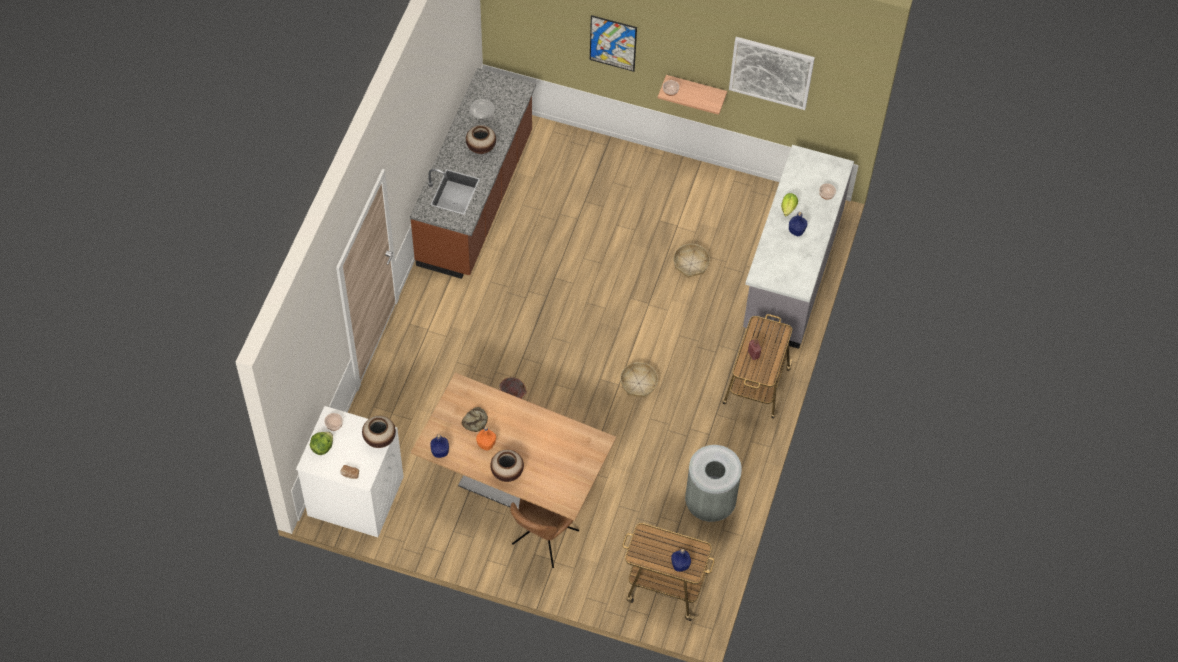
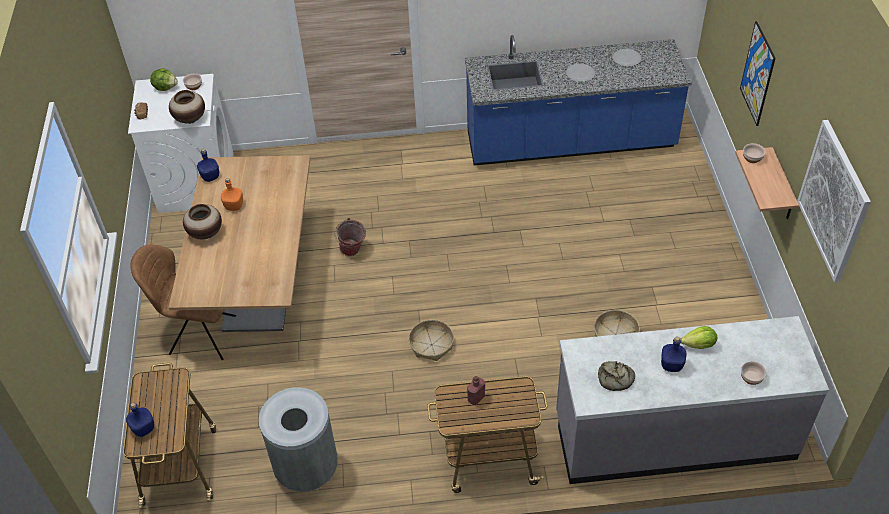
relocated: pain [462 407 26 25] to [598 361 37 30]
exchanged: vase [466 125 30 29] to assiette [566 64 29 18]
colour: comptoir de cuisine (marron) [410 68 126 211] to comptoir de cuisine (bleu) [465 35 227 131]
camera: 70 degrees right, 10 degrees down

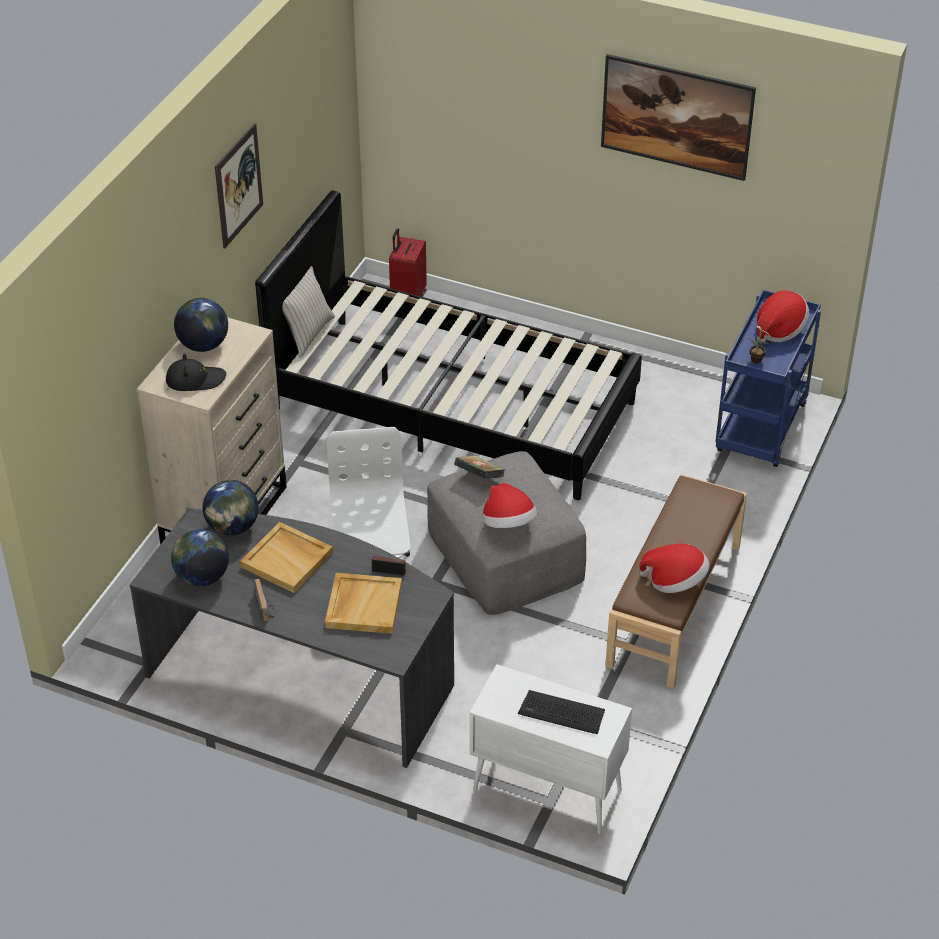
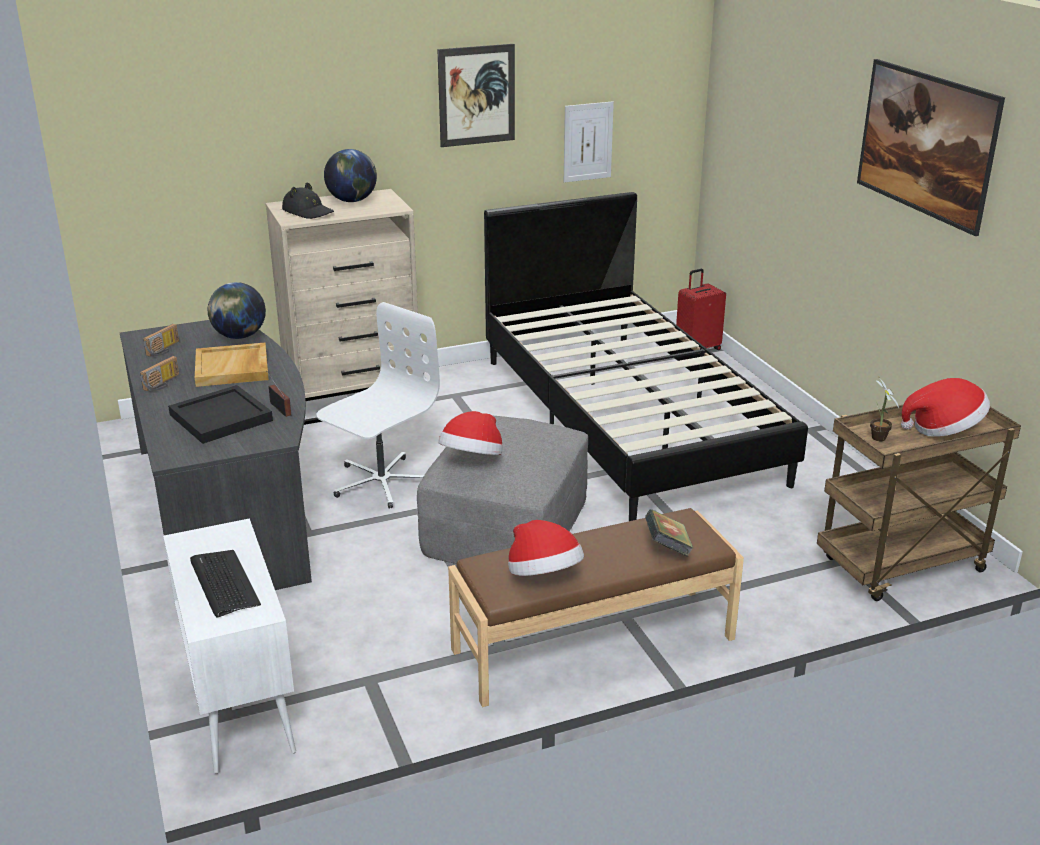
missing: coussin (beige) [282 266 53 92]
appeared: tableau [564 101 50 82]
relocated: livre [454 456 51 23] to [645 509 49 48]
exchanged: globe [171 529 58 57] to radio [143 324 36 33]
colour: plateau (beige) [325 573 77 61] to plateau (noir) [168 385 105 59]; chariot (bleu) [715 290 106 177] to chariot (marron) [817 404 204 197]
camera: 45 degrees right, 15 degrees down

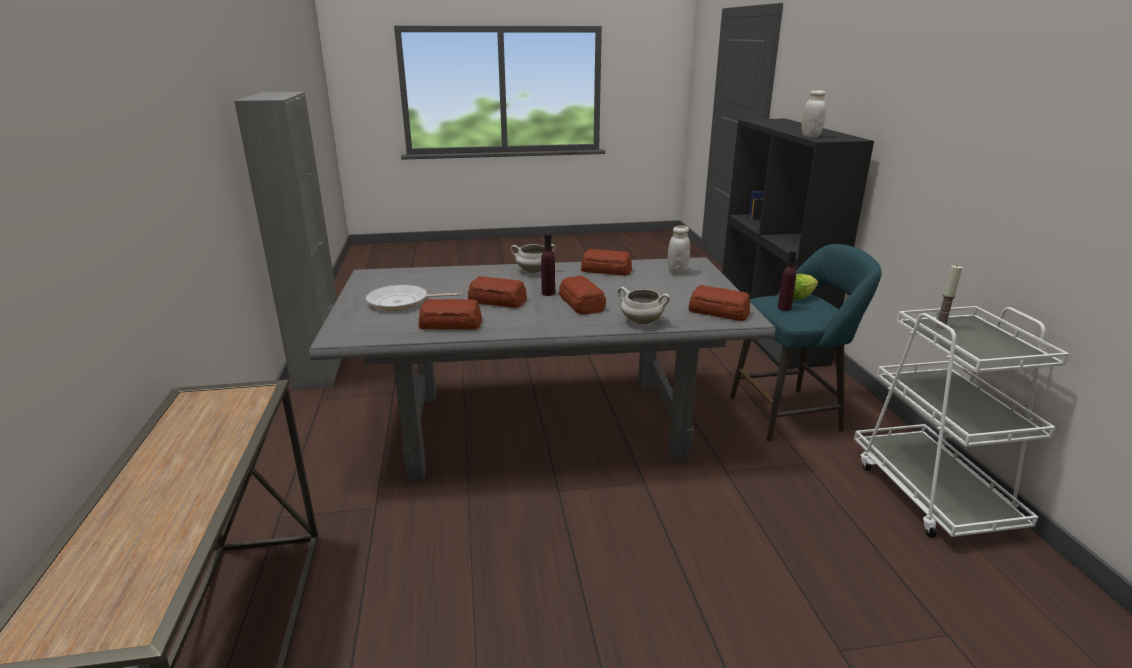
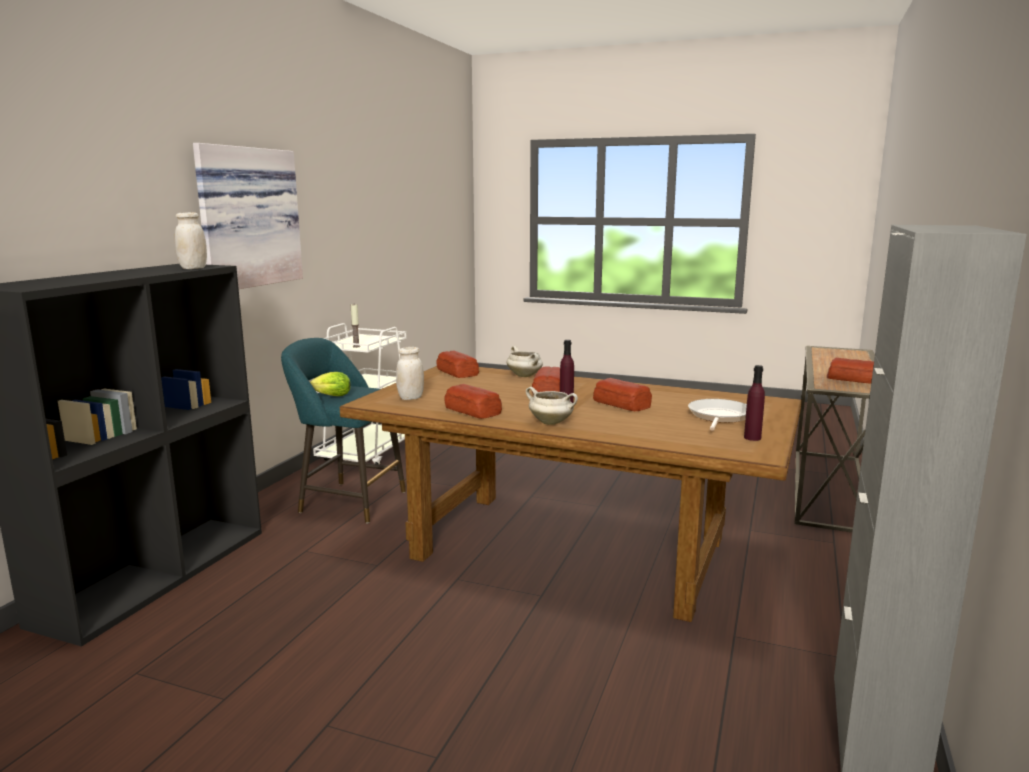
appeared: tableau [193 143 110 146]
relocated: bouteille (violet) [778 251 18 60] to [744 365 21 76]; pain [419 299 63 31] to [827 358 47 26]
colour: table à manger (gris) [309 257 466 224] to table à manger (marron) [340 366 462 256]
spun: poêle [366 285 95 26] = [688 399 59 32] 90 degrees counterclockwise
camera: 150 degrees left, 10 degrees down

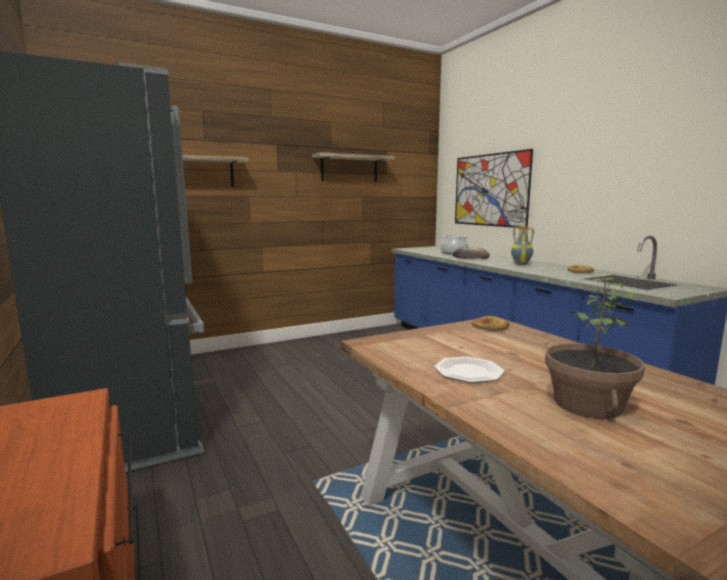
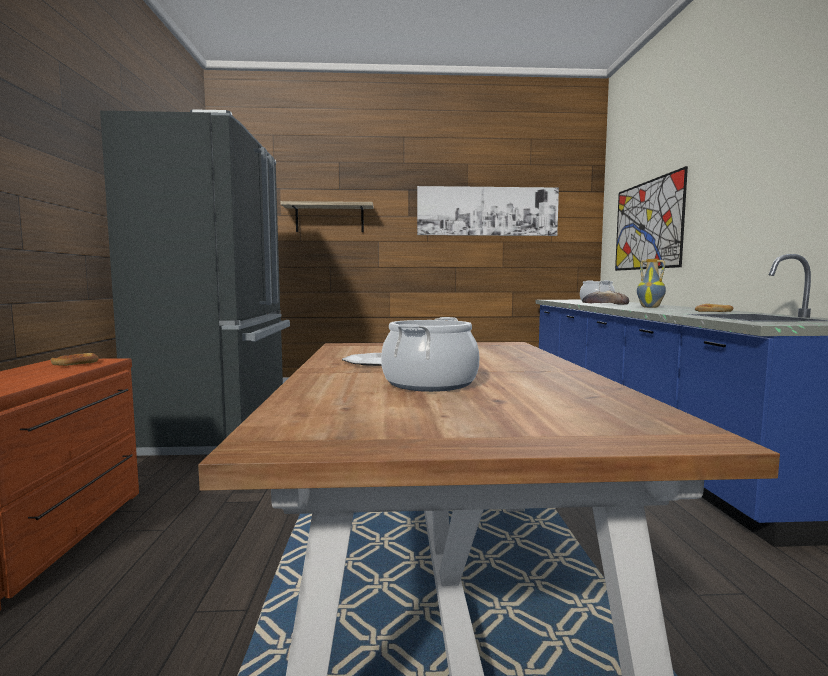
relocated: pain [471 316 39 15] to [51 353 48 13]
exchanged: plante en pot [545 277 100 142] to marmite [381 317 98 75]; étagère [312 152 83 30] to tableau [417 186 142 50]
camera: 25 degrees right, 5 degrees down

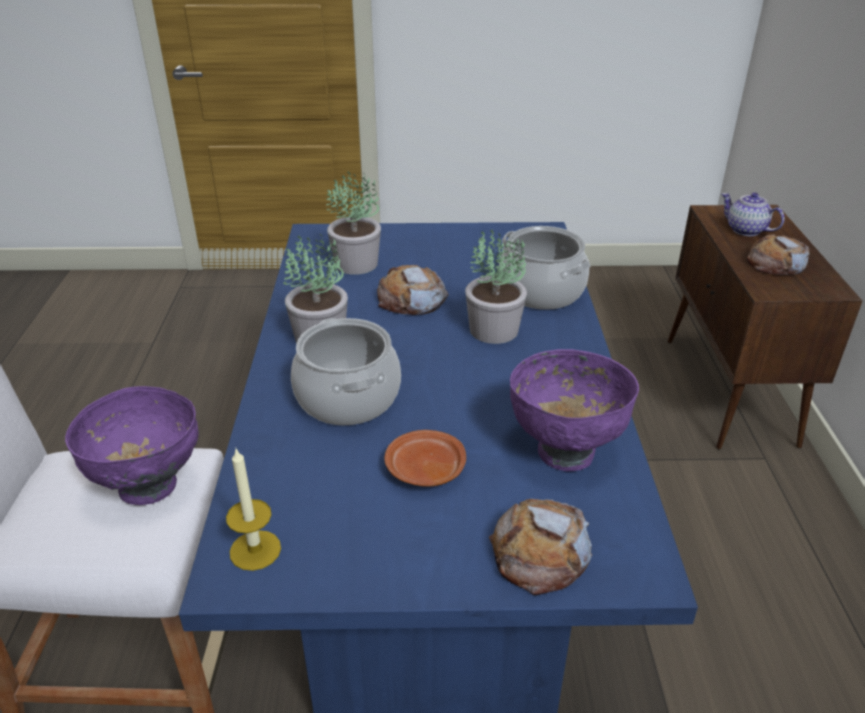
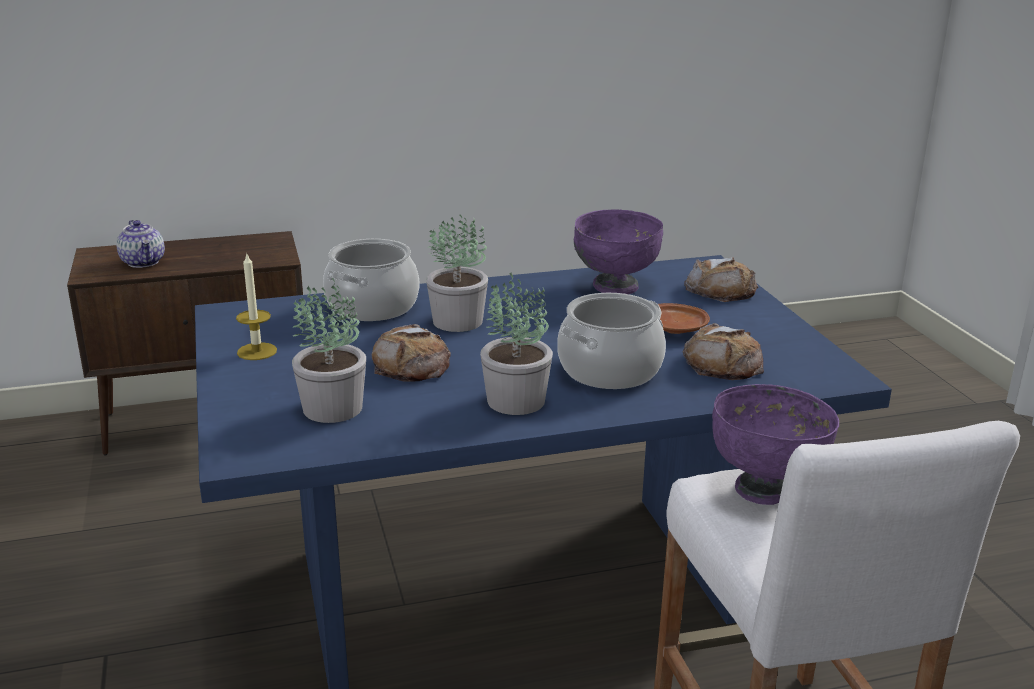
relocated: bougie [226 447 55 124] to [236 252 41 108]; pain [747 235 63 40] to [683 323 81 57]
spun: théière [721 192 64 44] = [116 220 49 48] 60 degrees counterclockwise
camera: 105 degrees left, 10 degrees down

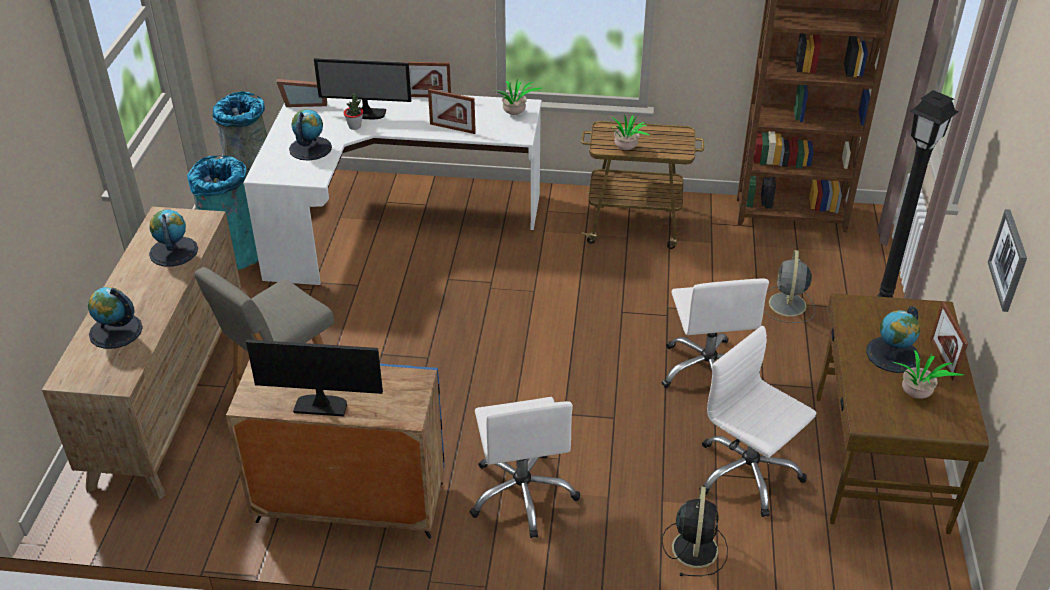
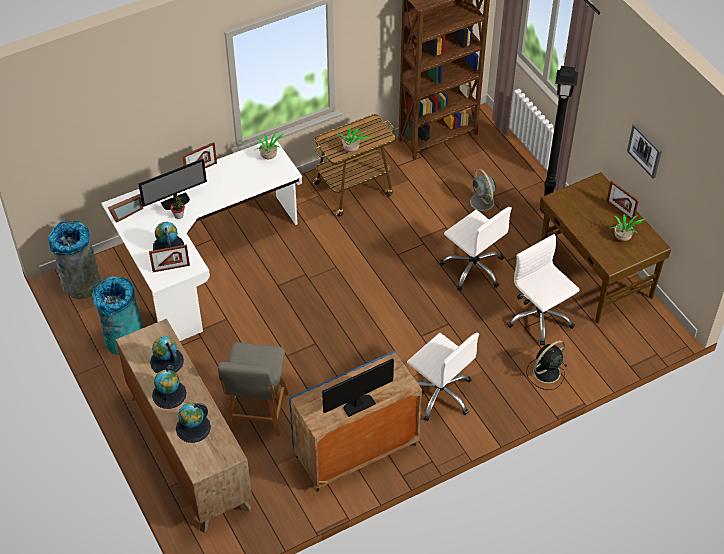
relocated: cadre photo [428 89 48 45] to [149 245 41 27]; globe [866 306 54 67] to [152 365 35 44]
spun: chaise de bureau (blanc) [699 326 117 191] = [507 234 73 111] 45 degrees clockwise; ventilateur (noir) [662 487 66 89] = [526 340 41 50] 105 degrees counterclockwise
camera: 35 degrees left, 10 degrees up

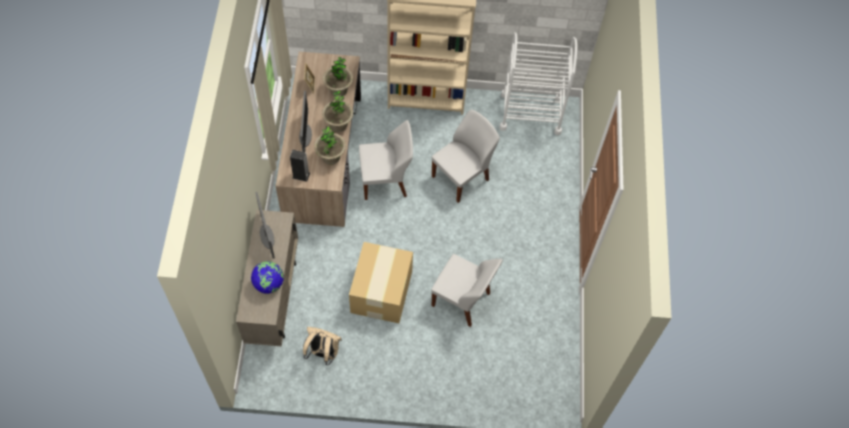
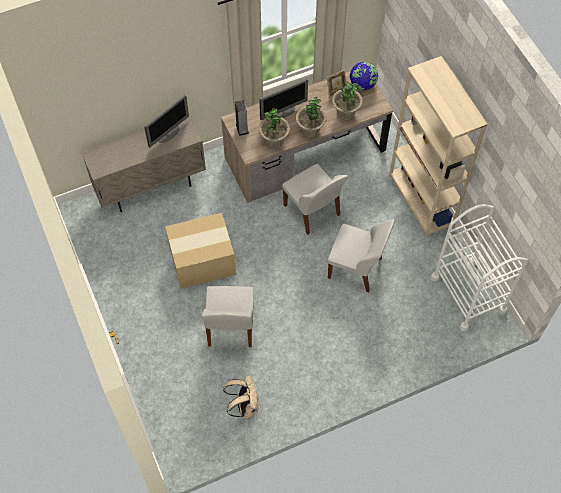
relocated: sac à dos (beige) [303 327 39 38] to [223 375 36 43]; globe [251 261 33 33] to [350 62 28 28]
camera: 65 degrees right, 0 degrees up

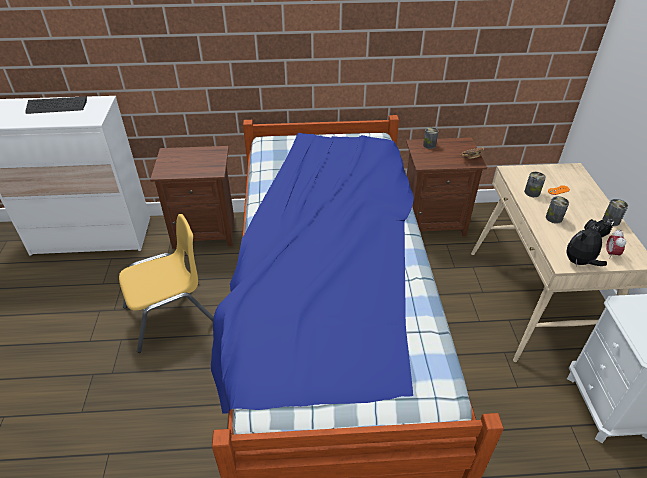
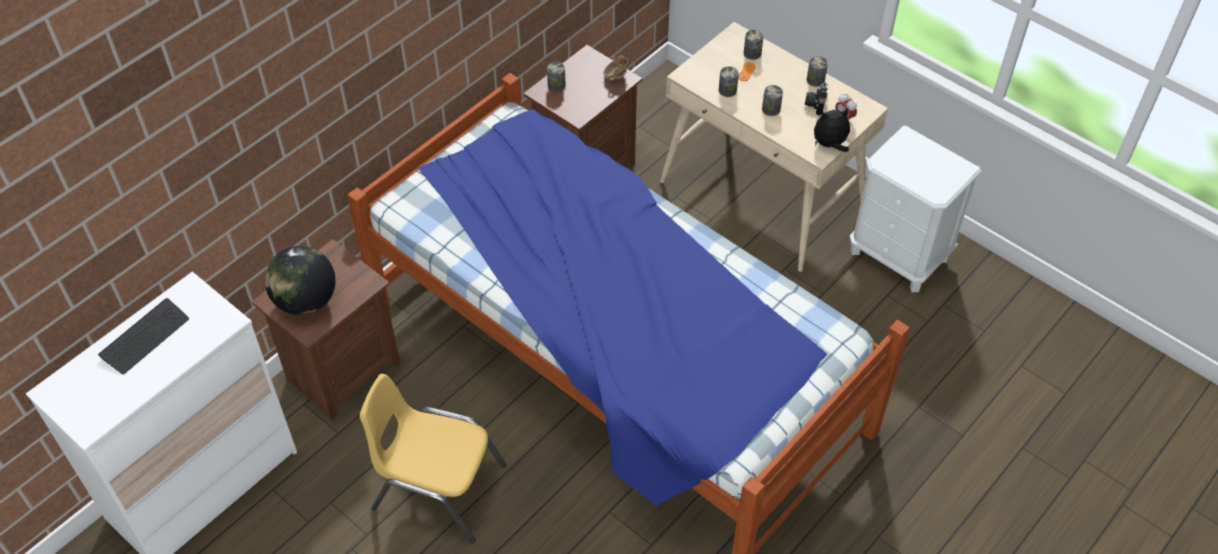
appeared: globe [265 246 71 69]; boîte métallique [744 29 20 31]
spun: chaise (jaune) [119 214 95 139] = [360 374 146 169] 90 degrees counterclockwise; peluche [566 225 41 42] = [814 108 36 44] 60 degrees clockwise
camera: 45 degrees left, 10 degrees up

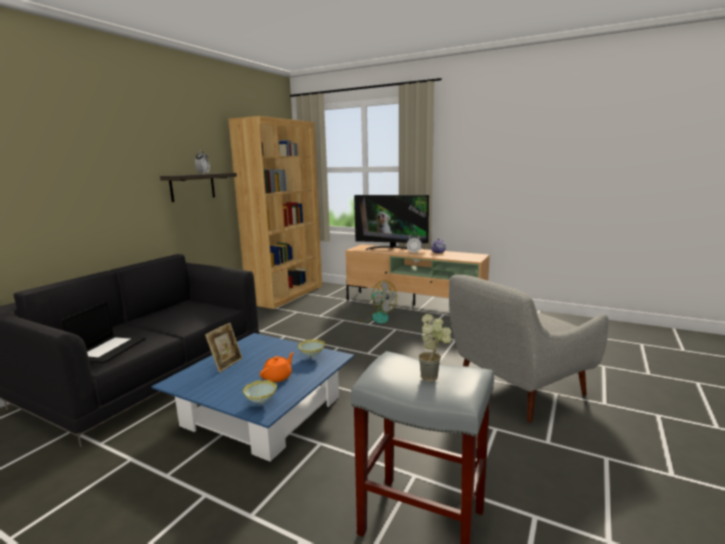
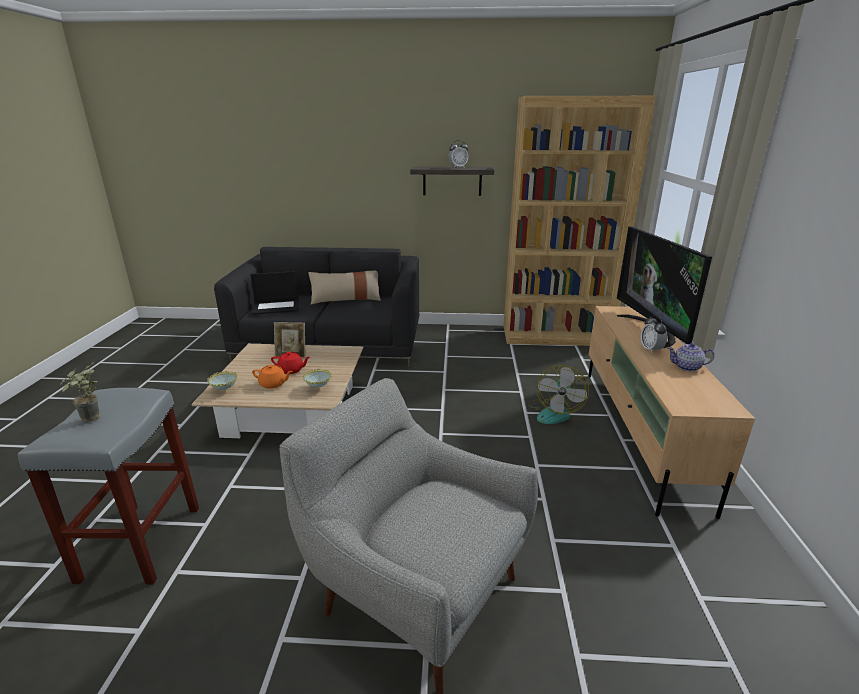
appeared: théière (rouge) [271 352 39 22]; coussin (beige) [308 271 73 34]
colour: table basse (bleu) [152 333 202 129] to table basse (beige) [191 344 172 95]
camera: 65 degrees right, 10 degrees up

